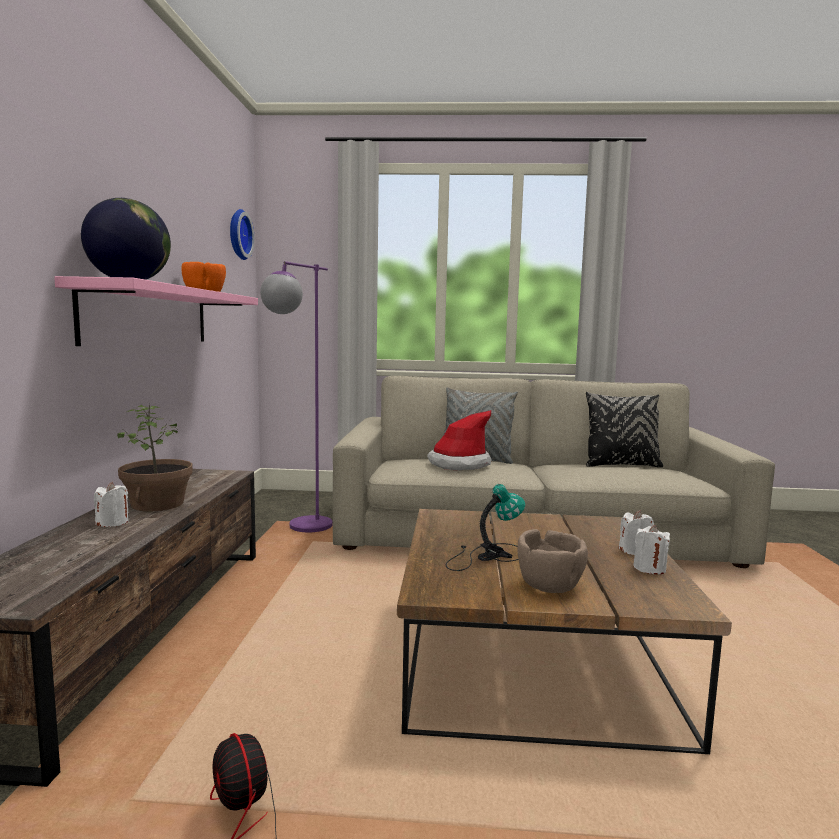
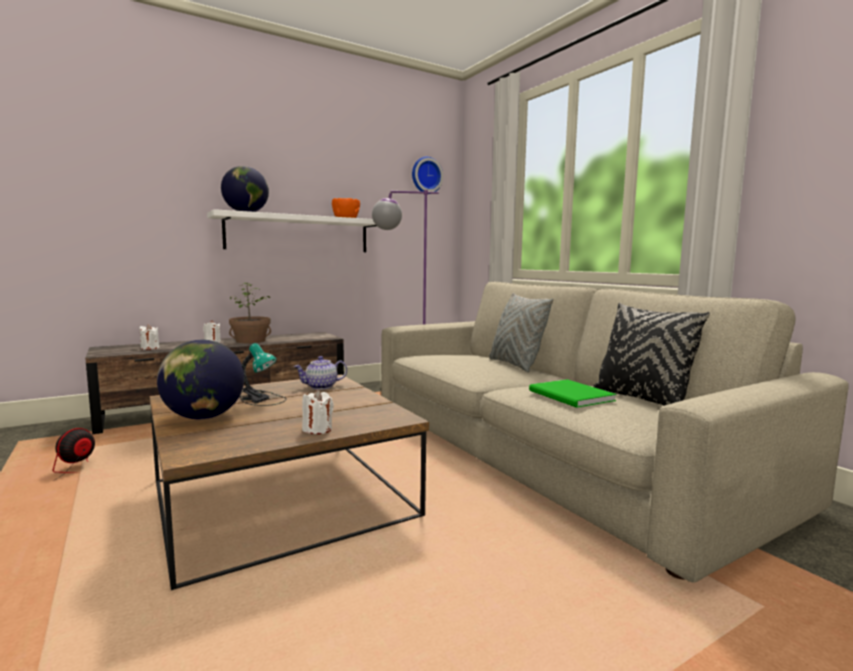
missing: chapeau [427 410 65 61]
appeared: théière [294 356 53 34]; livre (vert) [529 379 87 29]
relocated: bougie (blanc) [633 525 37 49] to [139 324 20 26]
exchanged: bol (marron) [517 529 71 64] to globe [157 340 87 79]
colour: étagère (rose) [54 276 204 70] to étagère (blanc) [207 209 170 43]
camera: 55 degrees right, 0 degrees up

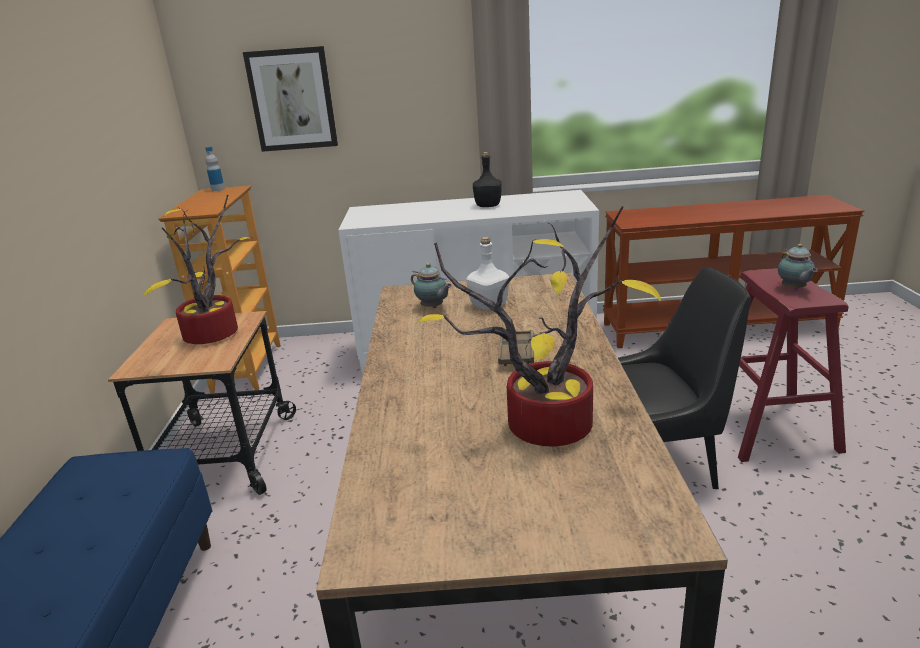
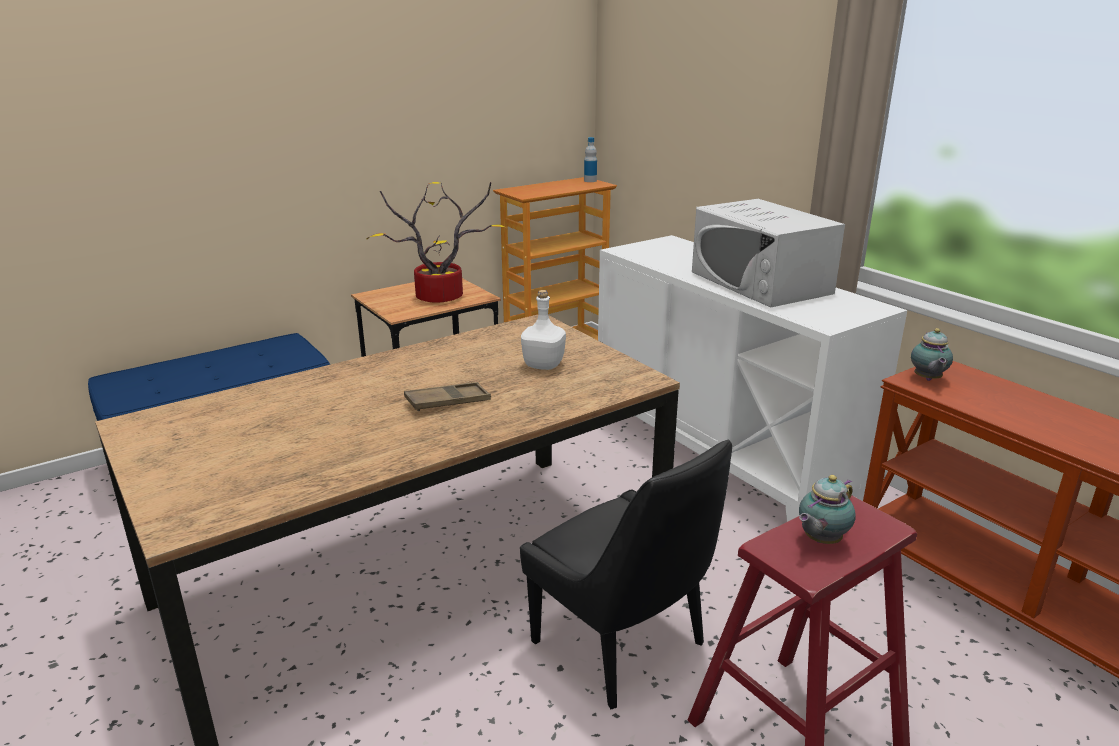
missing: tableau [243 46 95 106]; plante en pot [417 206 244 241]
relocated: théière [411 263 41 45] to [911 328 42 53]
exchanged: bouteille (noir) [473 152 29 55] to micro-ondes (blanc) [692 199 153 108]
camera: 55 degrees right, 0 degrees up

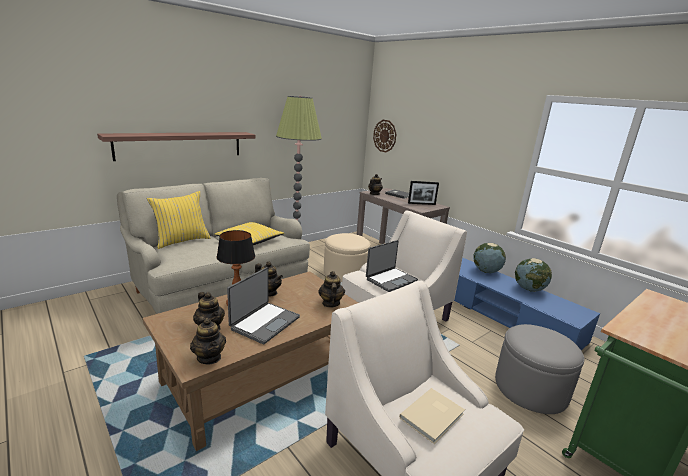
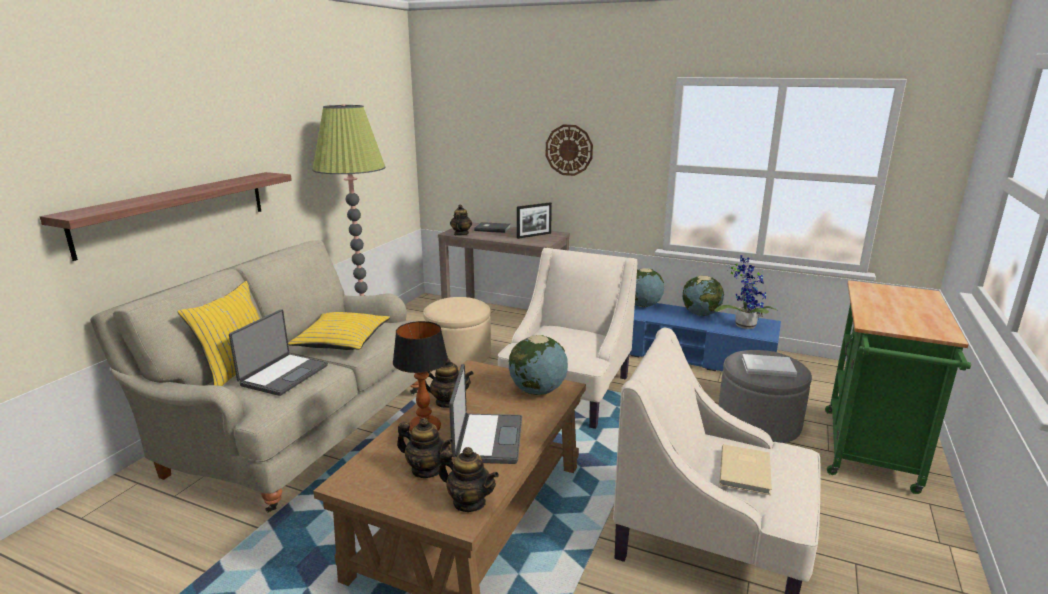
appeared: plante en pot [715 255 63 74]; livre (blanc) [742 354 55 23]
relocated: ordinateur portable [366 240 52 52] to [229 309 99 87]; horloge murale [373 120 23 33] to [546 124 47 52]
exchanged: théière [318 271 27 37] to globe [509 335 59 60]
camera: 25 degrees left, 0 degrees up

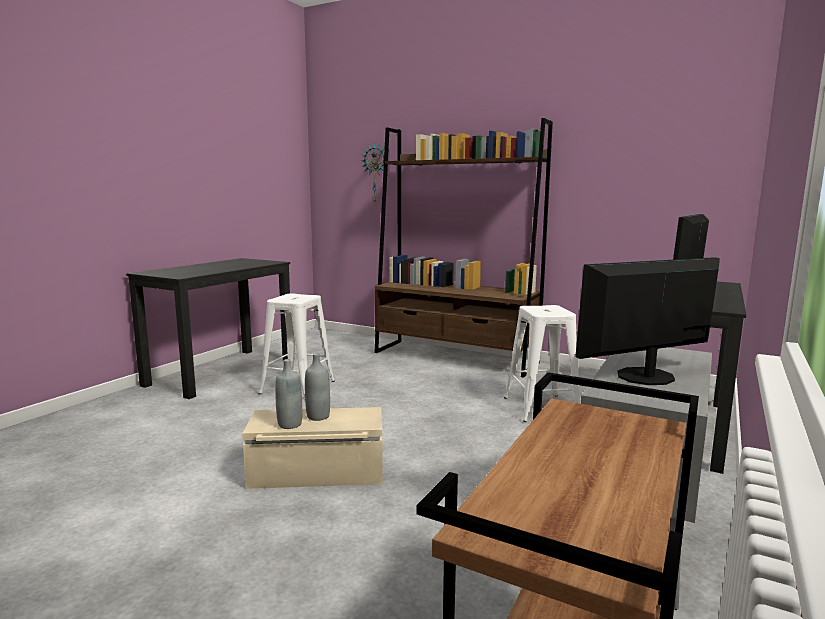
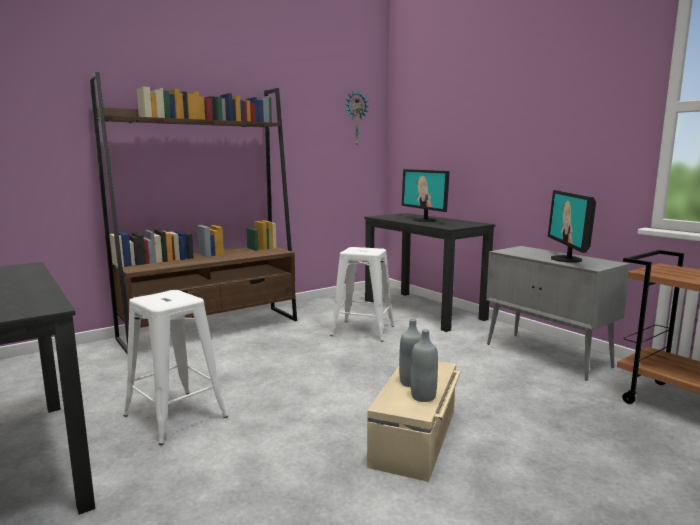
relocated: horloge murale [361 143 23 60] to [345 90 24 55]
camera: 65 degrees left, 0 degrees up

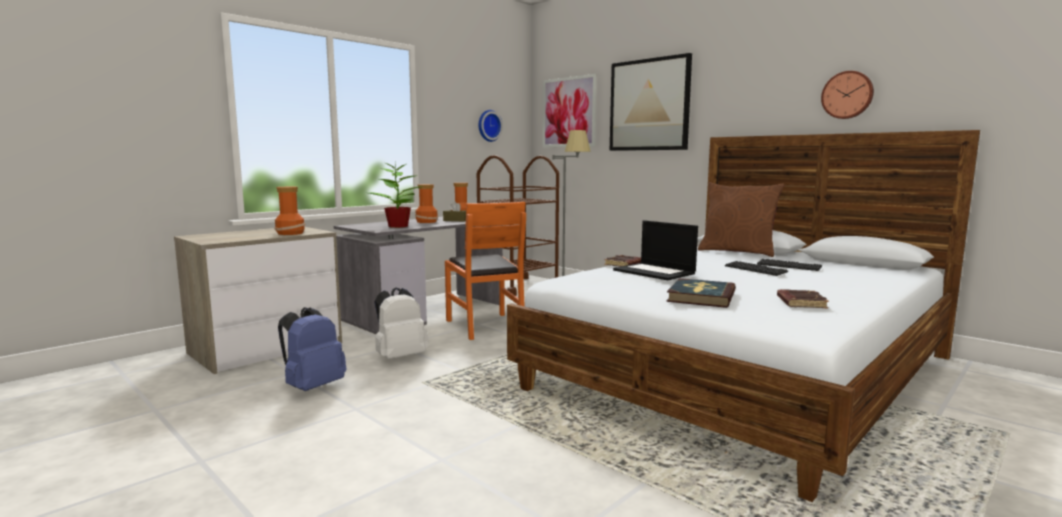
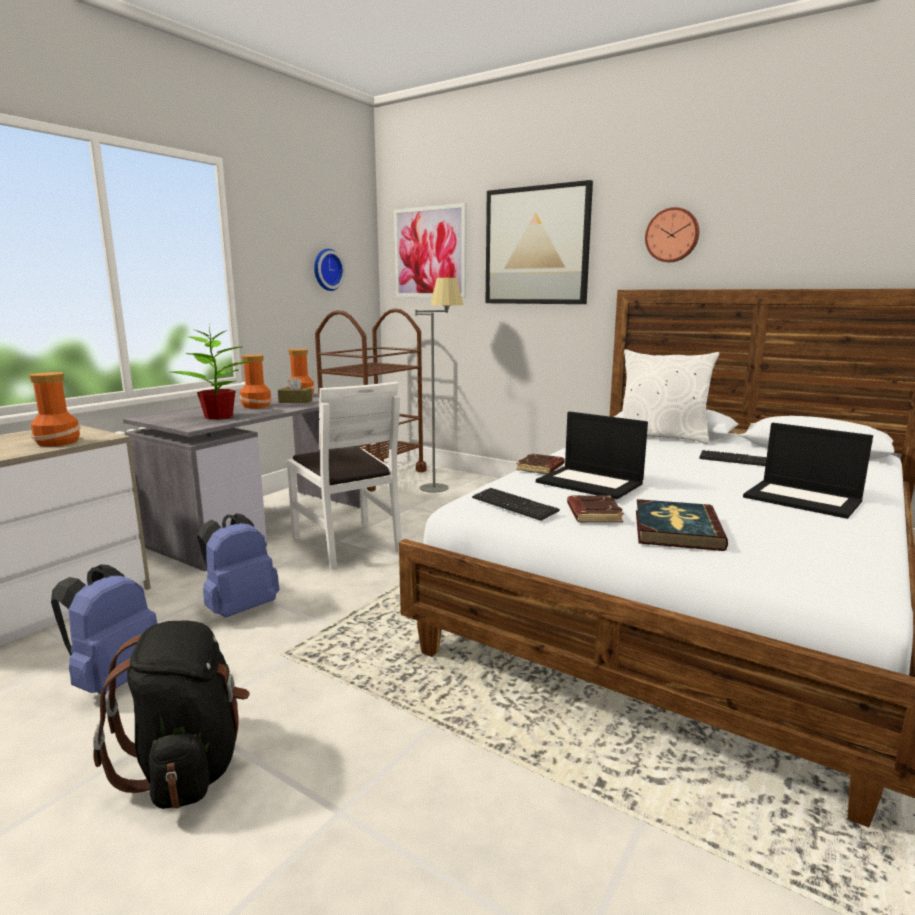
appeared: sac à dos (noir) [93 620 157 189]; ordinateur portable [743 423 130 96]
relocated: clavier [725 261 63 15] to [472 488 88 33]; livre (marron) [777 289 52 20] to [567 495 57 27]; horloge murale [821 71 53 48] to [645 207 54 55]
colour: sac à dos (blanc) [374 287 54 72] to sac à dos (bleu) [197 513 83 105]; chaise (orange) [445 202 81 138] to chaise (blanc) [287 382 115 187]; coussin (marron) [698 182 86 75] to coussin (blanc) [621 349 98 95]
camera: 10 degrees left, 5 degrees up

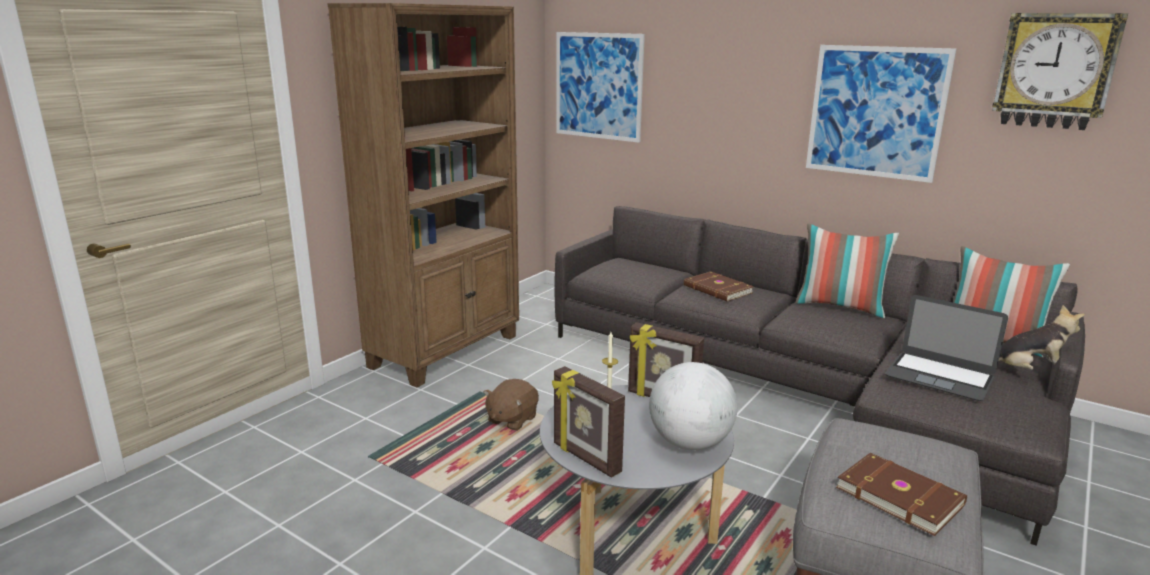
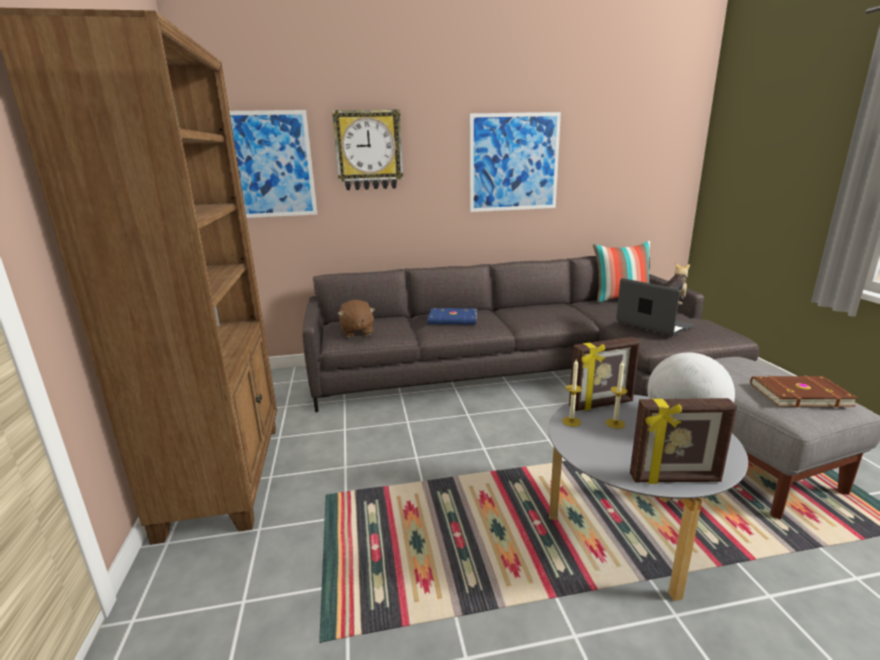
missing: coussin [796 223 103 95]
appeared: bougie [606 360 22 69]
relocated: horloge murale [992 13 136 117] to [332 109 71 81]; peluche (marron) [484 379 55 52] to [338 300 37 38]
colour: livre (marron) [684 272 70 30] to livre (bleu) [427 308 50 17]
spun: ordinateur portable [885 295 123 106] = [616 278 79 58] 120 degrees counterclockwise
camera: 45 degrees left, 0 degrees up

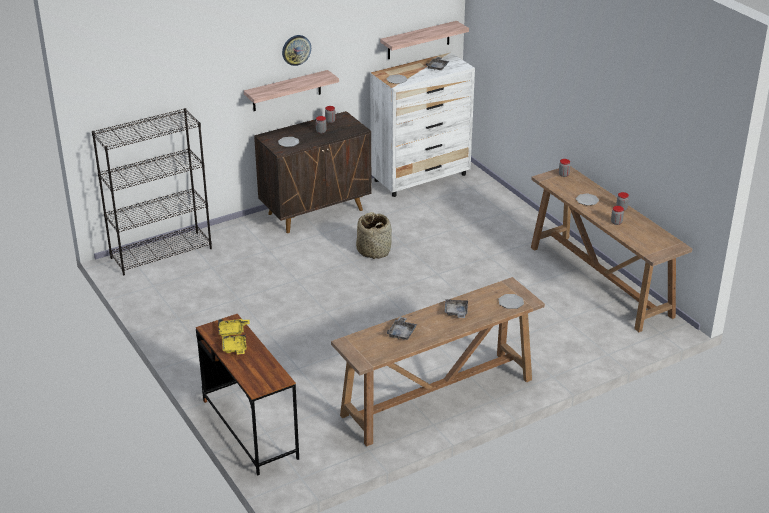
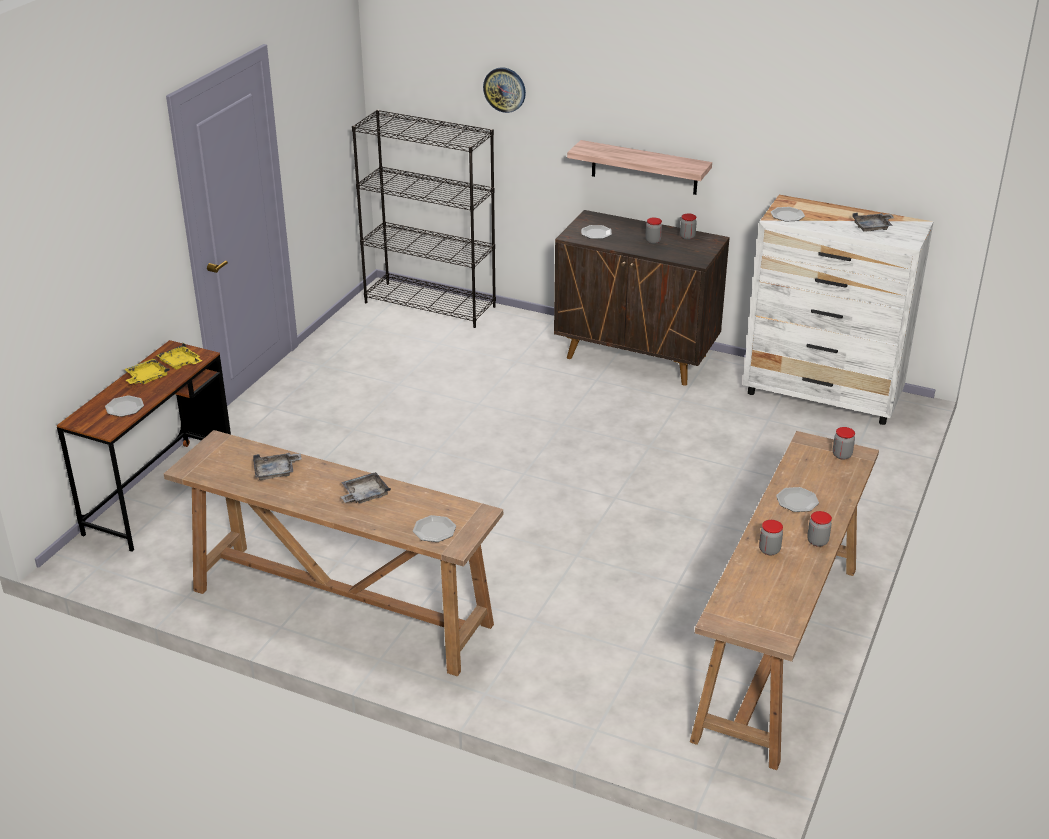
missing: panier [356 212 36 47]; étagère [380 21 89 38]
appeared: assiette [105 396 39 21]
relocated: horloge murale [282 35 29 31] to [483 67 43 46]
camera: 55 degrees right, 0 degrees up

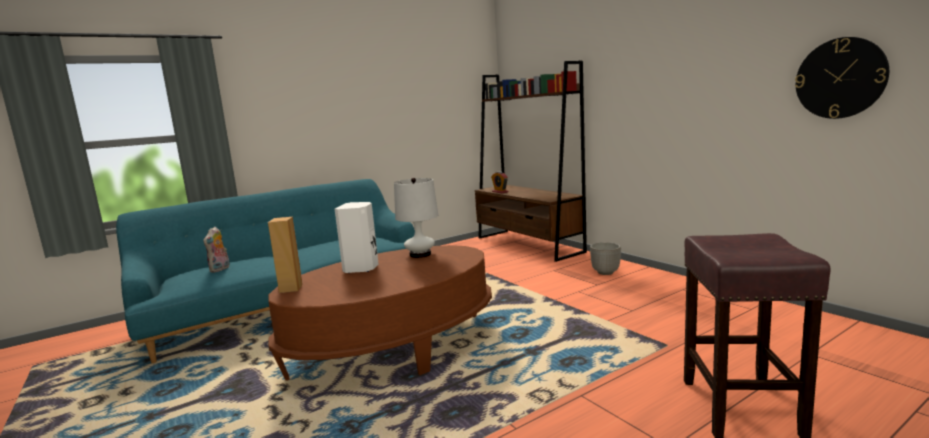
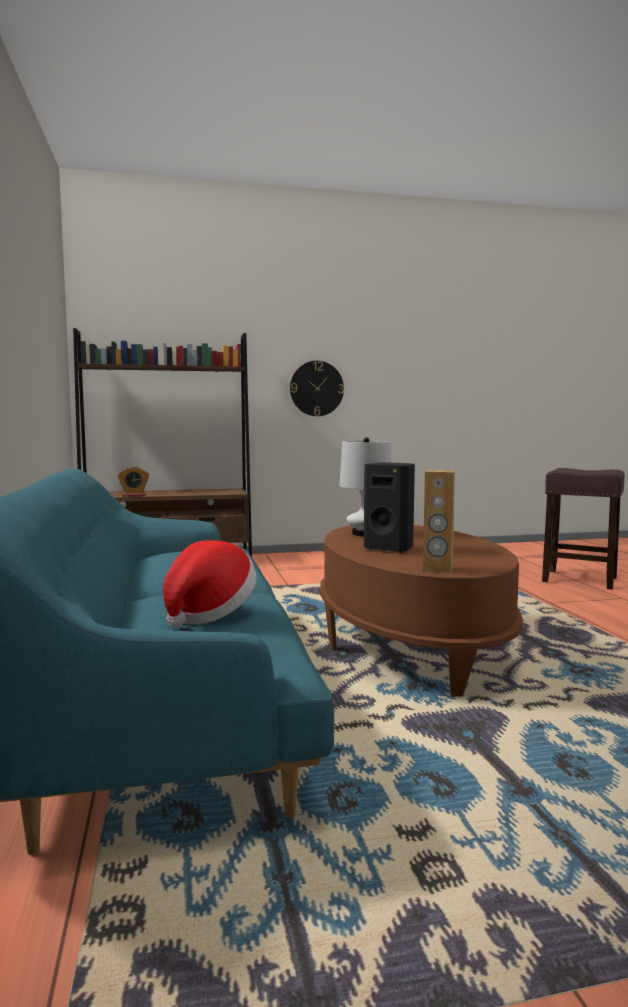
missing: cache-pot [590 242 31 33]
relocated: horloge murale [795 37 94 82] to [290 361 54 55]
exchanged: peluche [203 227 27 45] to chapeau [163 540 94 87]
colour: enceinte (blanc) [335 202 44 71] to enceinte (noir) [364 463 51 90]
camera: 70 degrees left, 5 degrees down

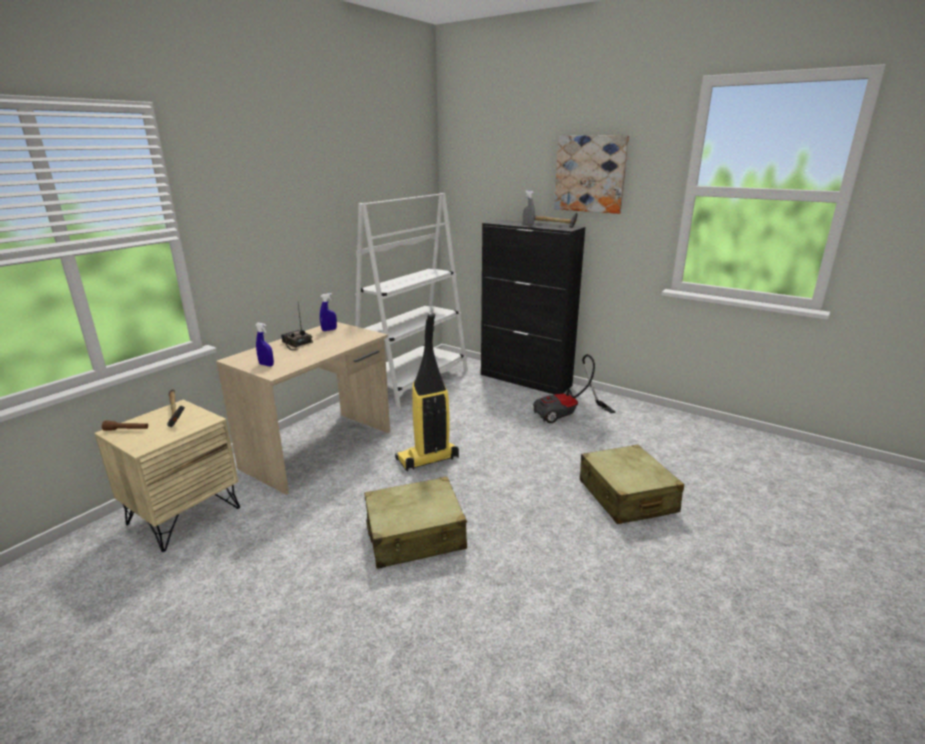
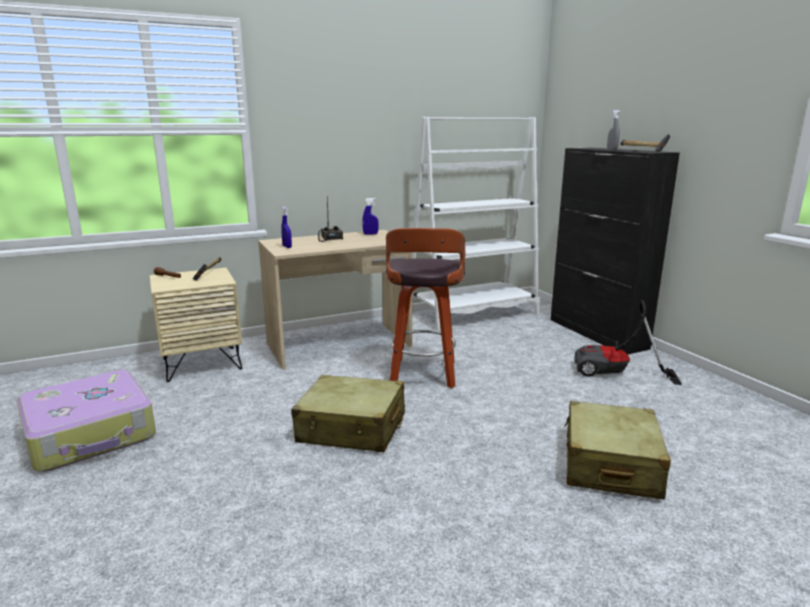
missing: tableau [554 135 75 79]
appeared: valise [16 370 140 102]
exchanged: aspirateur [395 313 64 159] to tabouret [386 228 79 160]
camera: 30 degrees right, 5 degrees down

